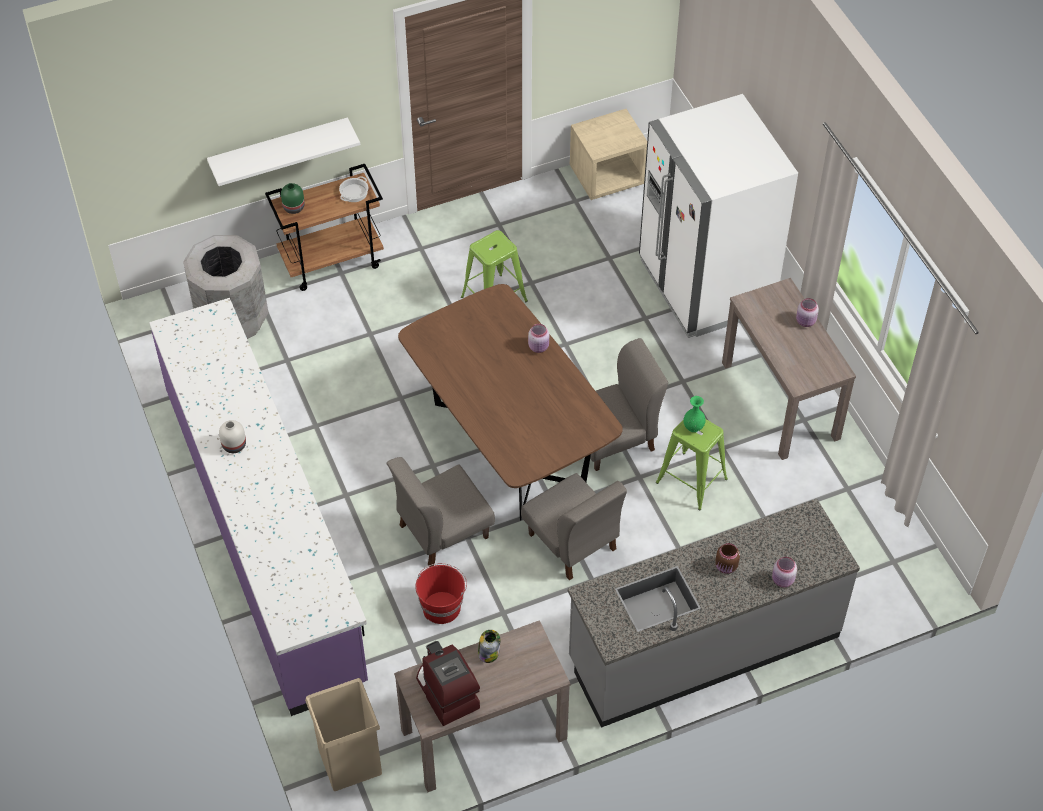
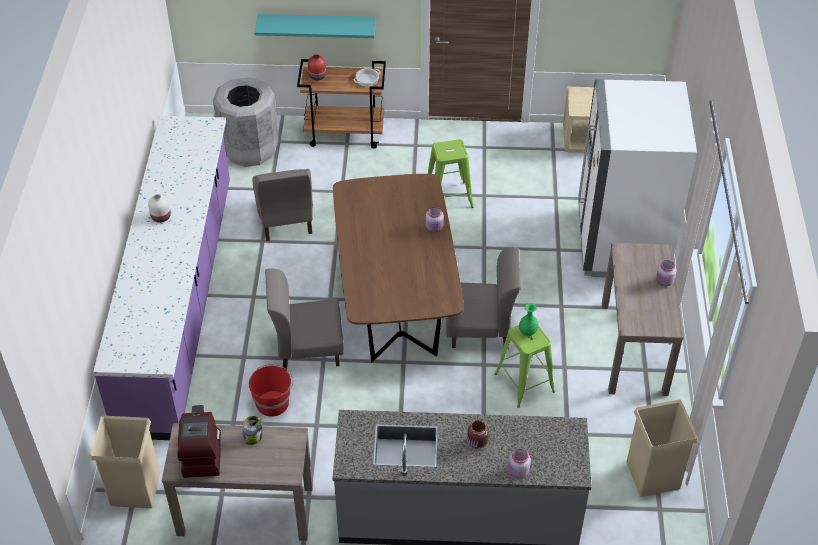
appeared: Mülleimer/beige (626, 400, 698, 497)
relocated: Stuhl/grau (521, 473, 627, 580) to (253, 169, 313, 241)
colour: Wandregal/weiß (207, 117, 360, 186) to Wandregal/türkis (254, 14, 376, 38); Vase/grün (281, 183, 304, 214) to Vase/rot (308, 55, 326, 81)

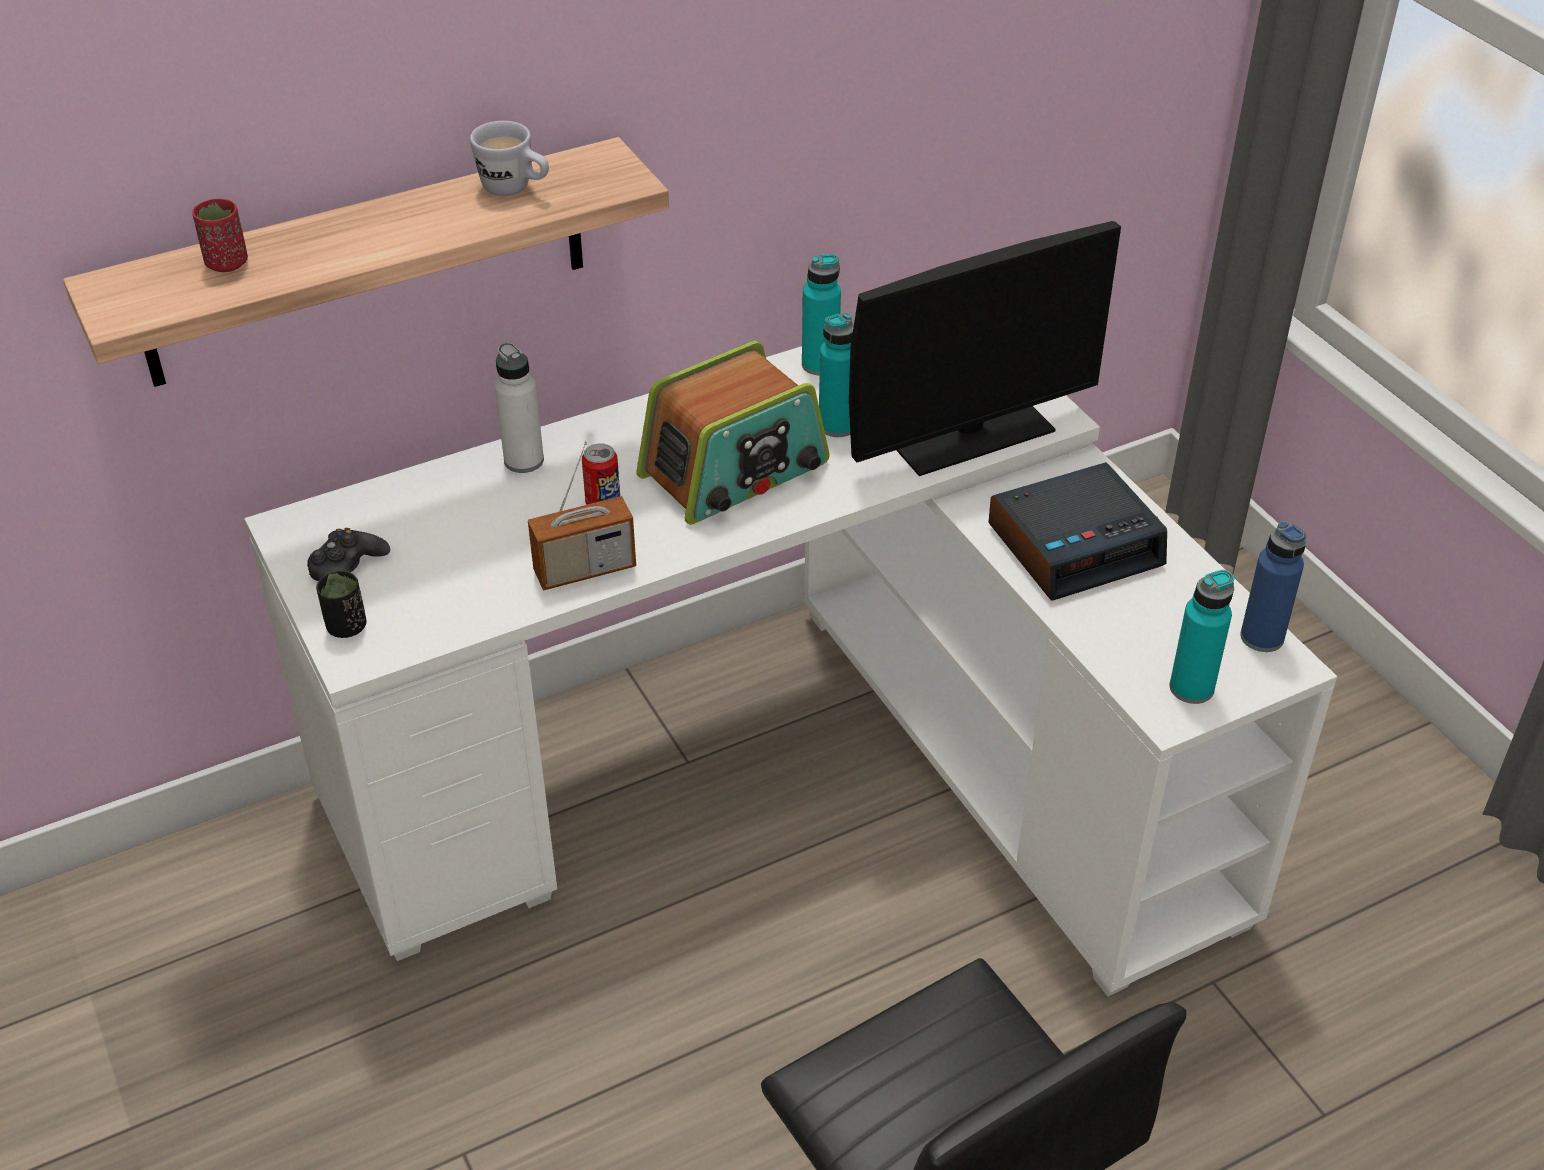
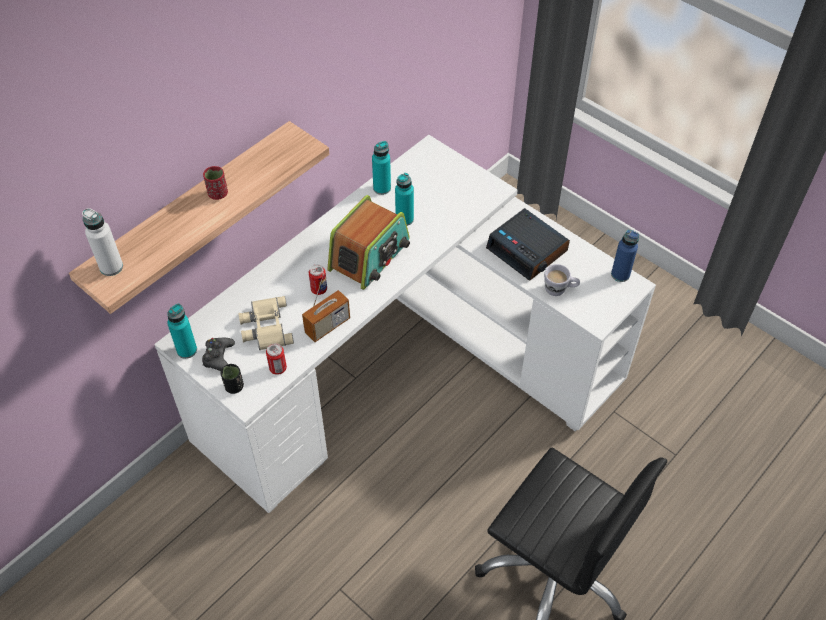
missing: Monitor (849, 221, 1121, 476)
appeared: Fernglas/beige (238, 296, 294, 350); Dose (266, 343, 287, 375)
relocated: Flasche/weiß (495, 343, 544, 473) to (82, 208, 123, 276); Flasche/türkis (1170, 570, 1235, 704) to (167, 304, 197, 359); Tasse/rot (192, 199, 248, 272) to (203, 166, 228, 200); Henkelbecher/weiß (470, 121, 549, 196) to (544, 264, 580, 296)
spun: Wecker (988, 462, 1167, 601) = (486, 208, 570, 281) 90 degrees clockwise

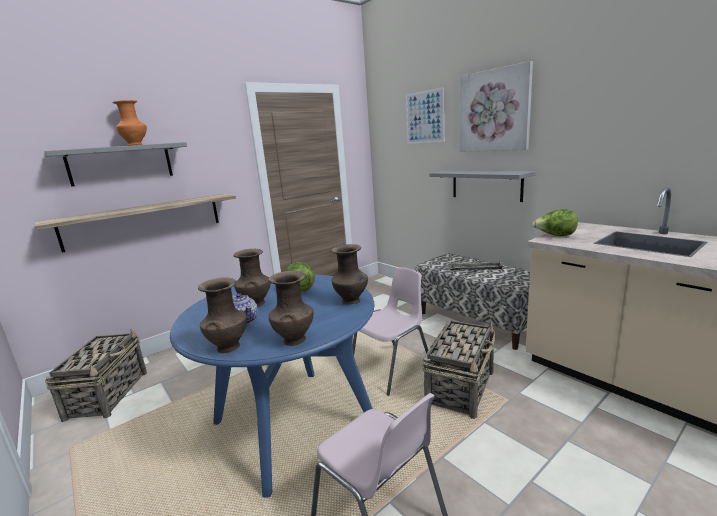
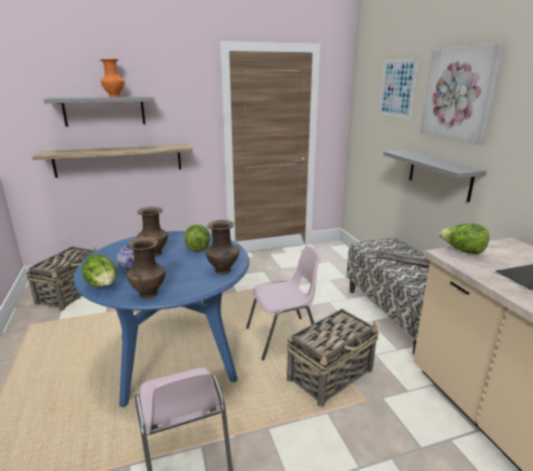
exchanged: Vase/braun (198, 277, 247, 353) to Salatkopf (82, 254, 117, 287)

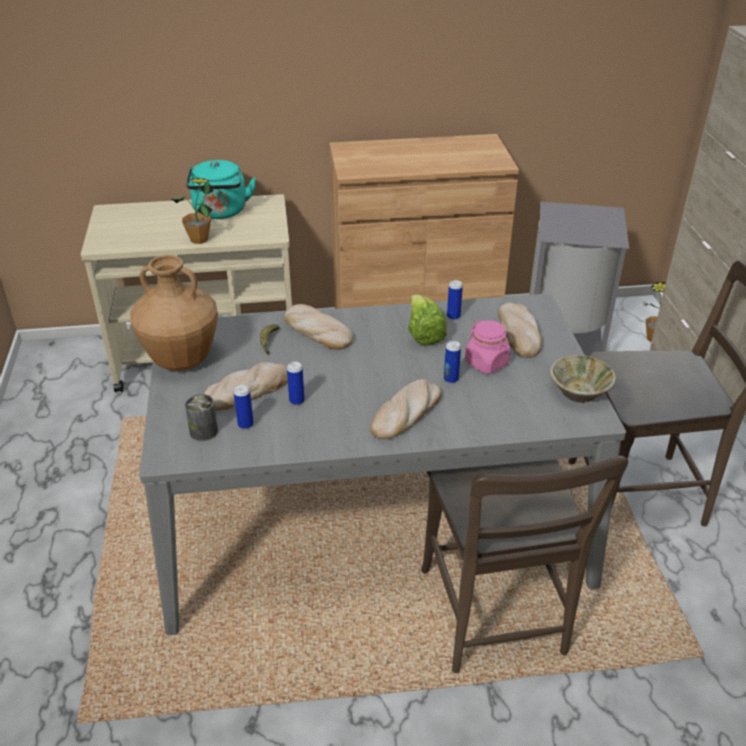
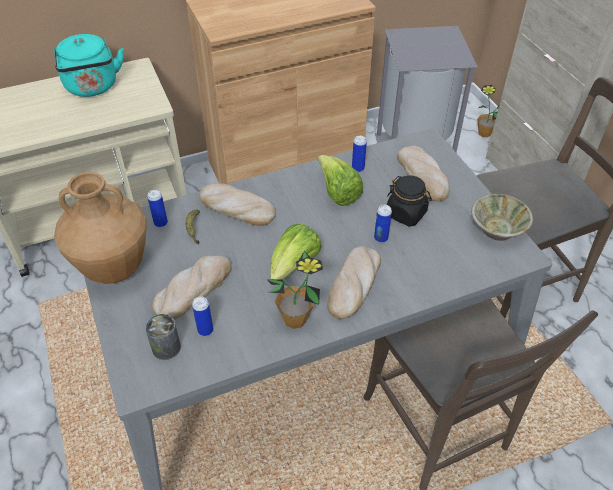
appeared: Salatkopf (270, 224, 322, 280)
relocated: Dose (287, 361, 305, 405) to (147, 190, 168, 228); Topfpflanze (170, 178, 213, 244) to (267, 250, 323, 329)
colour: Vorratsglas/rosa (465, 320, 510, 374) to Vorratsglas/schwarz (387, 175, 432, 227)

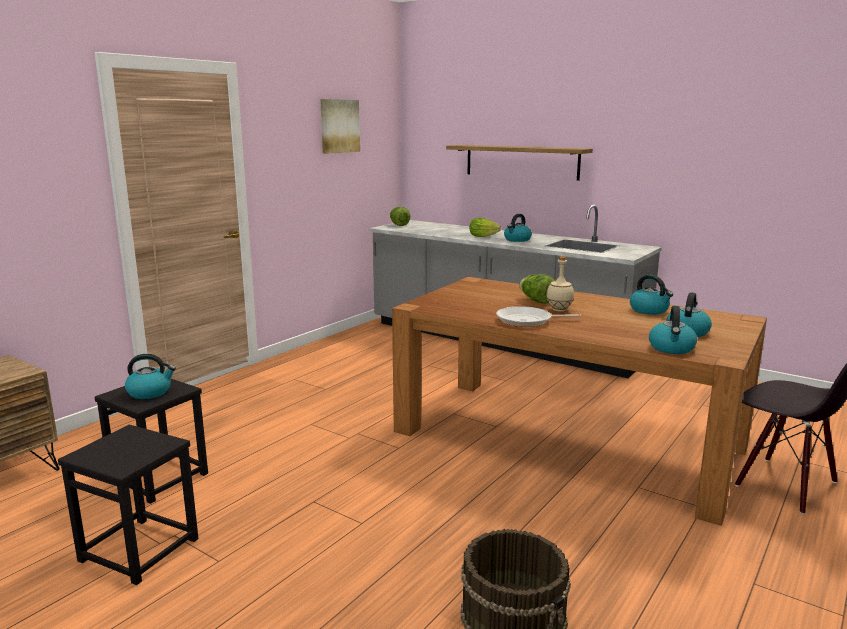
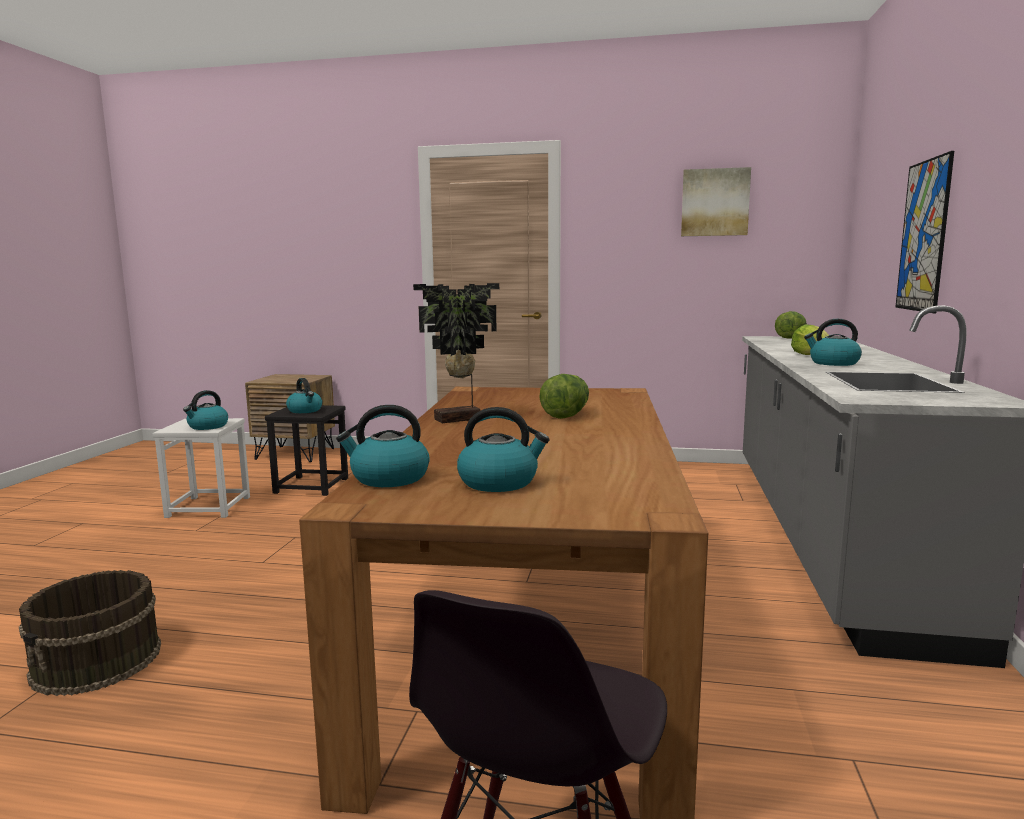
missing: Flasche/beige (546, 256, 574, 312)
relocated: Wasserkessel (630, 275, 673, 315) to (183, 390, 228, 430)
exchanged: Pfanne (496, 306, 581, 327) to Topfpflanze (413, 283, 499, 423); Wandregal (446, 145, 593, 181) to Bild (895, 151, 954, 313)
colour: Hocker/schwarz (58, 425, 199, 585) to Hocker/weiß (152, 418, 250, 518)

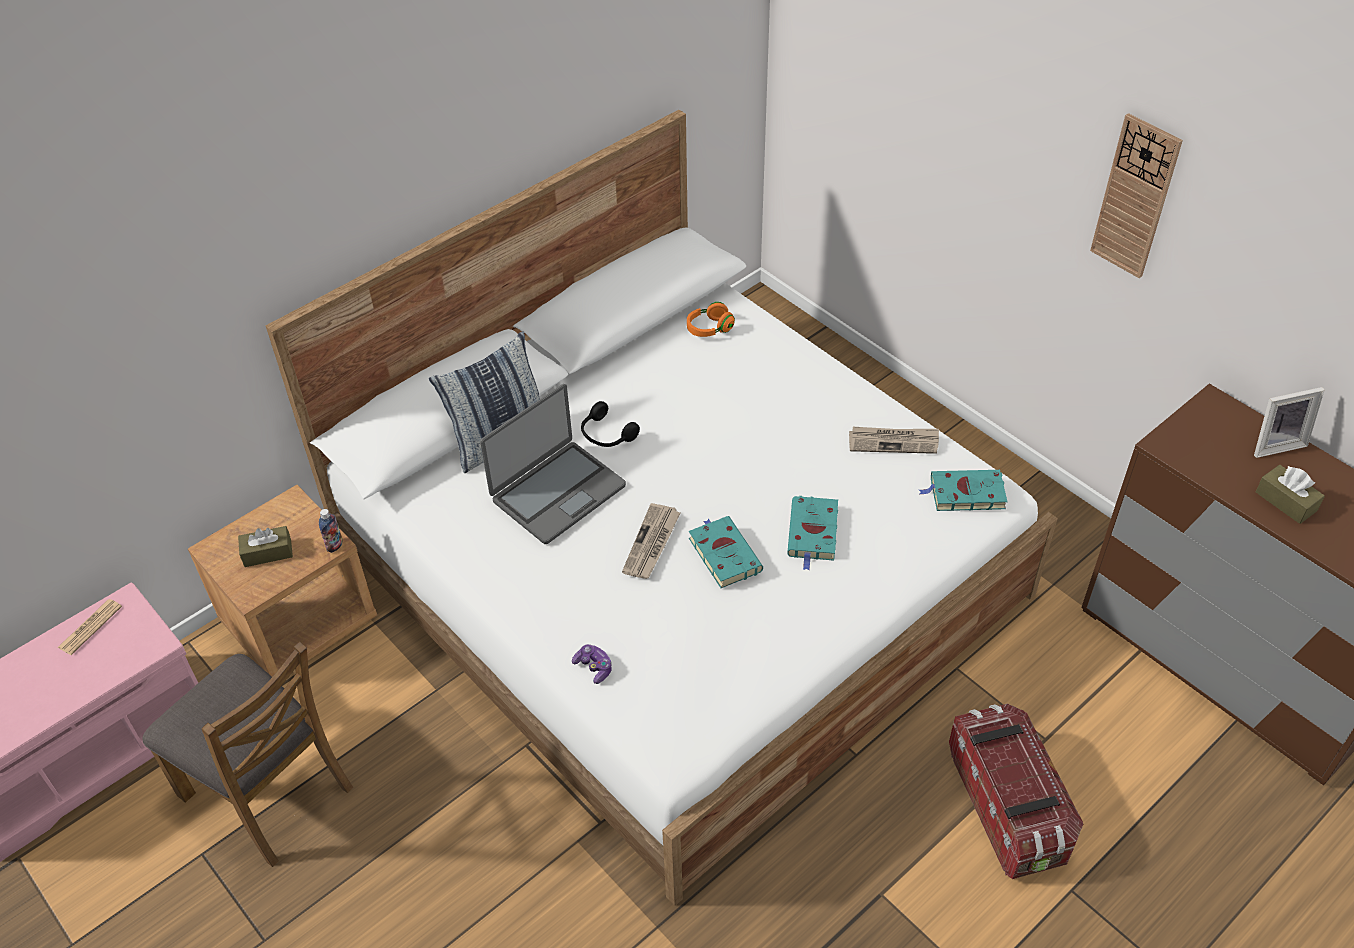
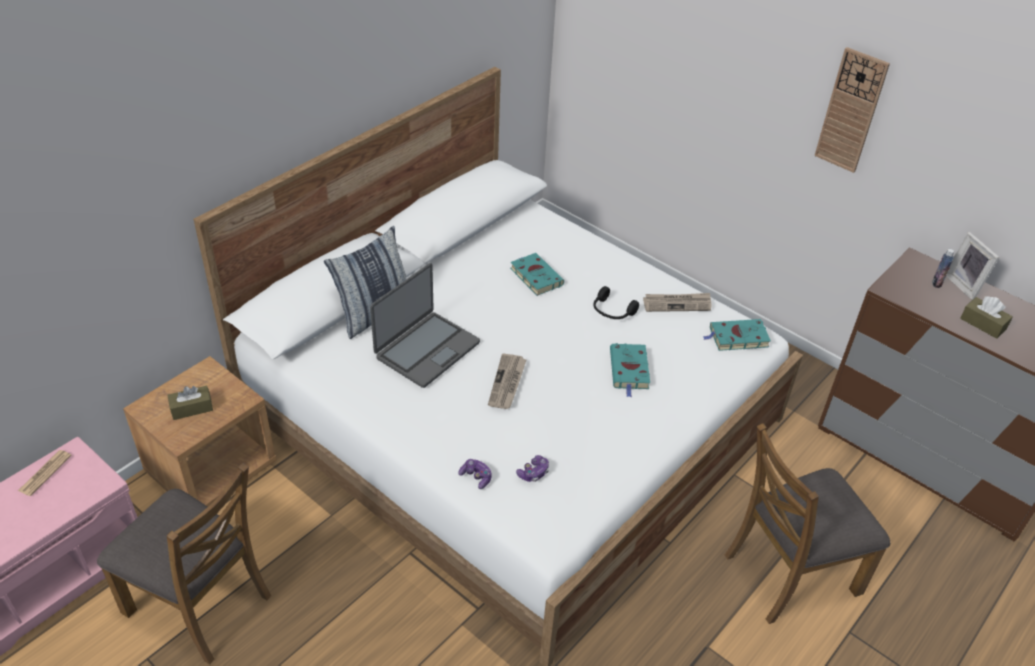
missing: Kopfhörer/orange (687, 302, 735, 337)
appeared: Gamepad (516, 455, 549, 482)
relocated: Buch/türkis (689, 516, 763, 588) to (510, 253, 564, 296); Kopfhörer/schwarz (581, 401, 640, 447) to (593, 286, 639, 319); Flasche (319, 509, 343, 553) to (932, 249, 954, 288)
exchanged: Aufbewahrungsbox (949, 704, 1084, 879) to Stuhl/braun (725, 423, 890, 624)
spun: Bilderrahmen (1254, 387, 1325, 458) = (946, 232, 1000, 300) 90 degrees clockwise

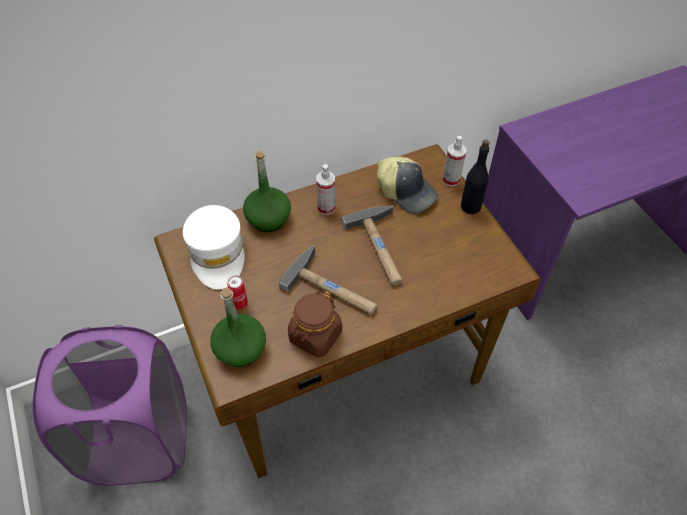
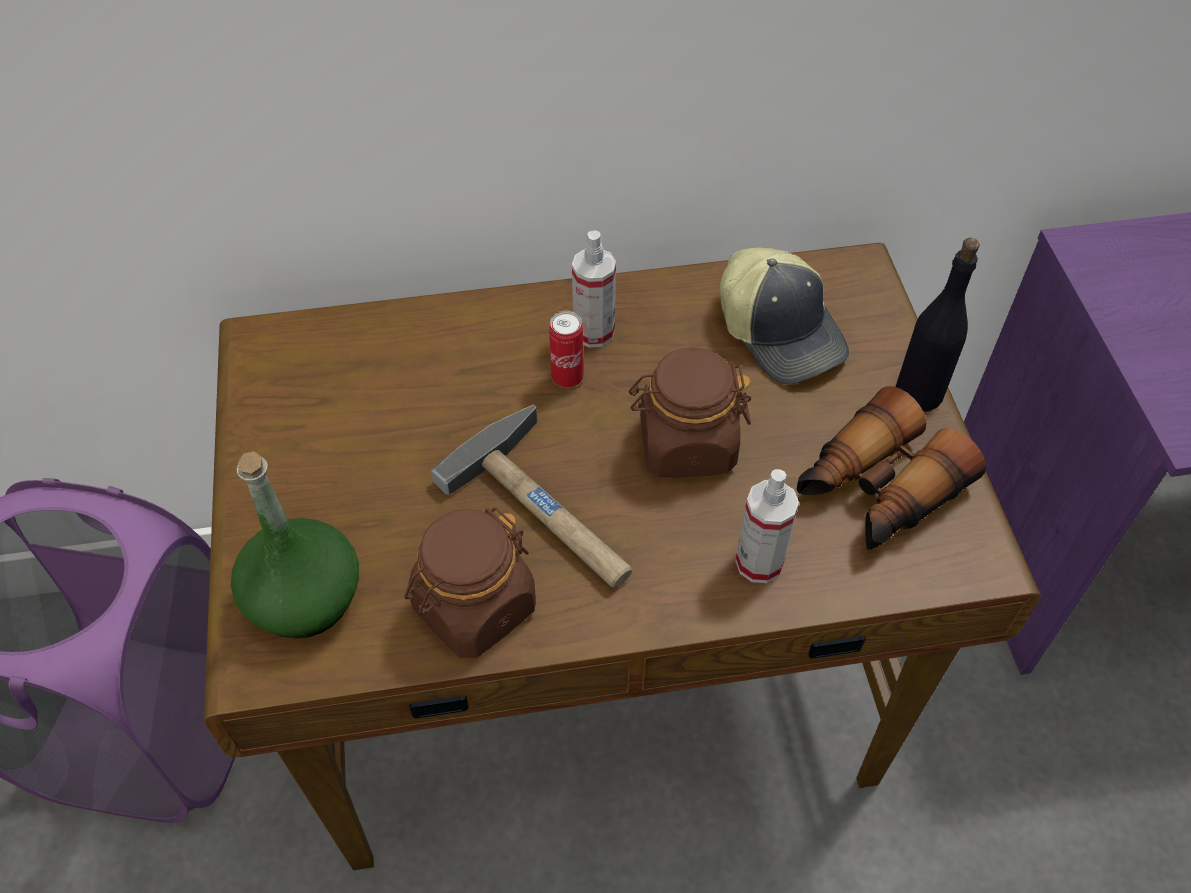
missing: Kappe/weiß (183, 205, 245, 289); Flasche/grün (243, 151, 291, 232)
appeared: Fernglas (796, 386, 986, 550)
relocated: Dose (227, 275, 248, 310) to (549, 311, 584, 388); Sprühflasche (443, 136, 466, 187) to (735, 469, 799, 583)
exchanged: Hammer (342, 205, 402, 285) to Vorratsglas/braun (628, 347, 751, 478)

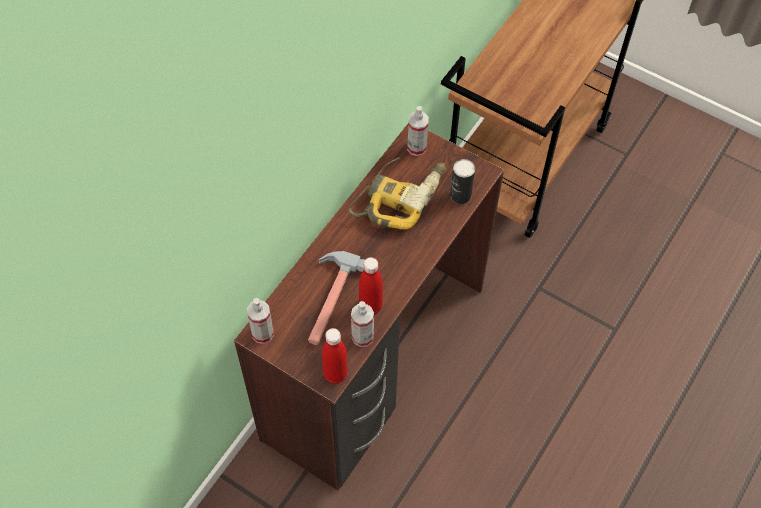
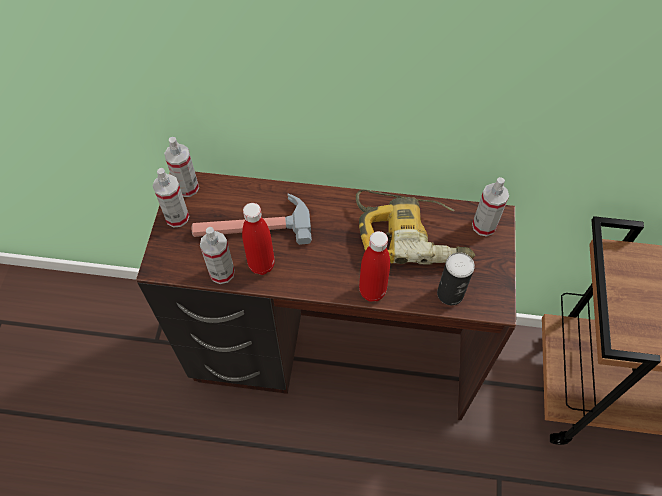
appeared: Sprühflasche (152, 168, 189, 227)
relocated: Flasche/rot (322, 328, 348, 384) to (359, 231, 390, 302)

